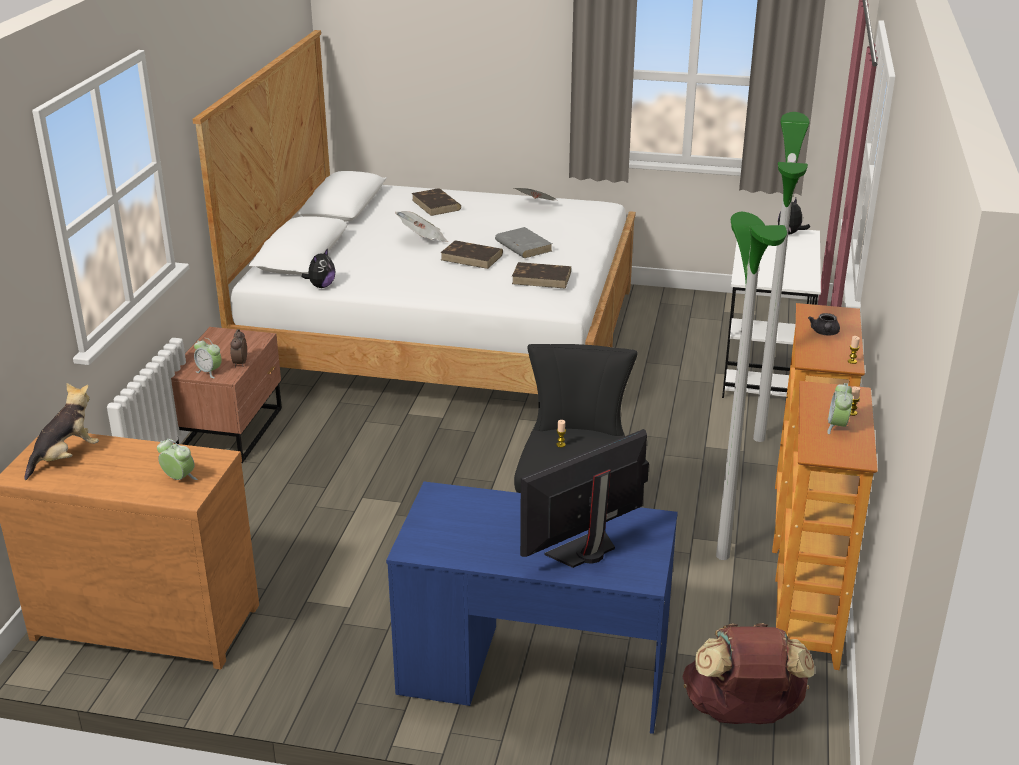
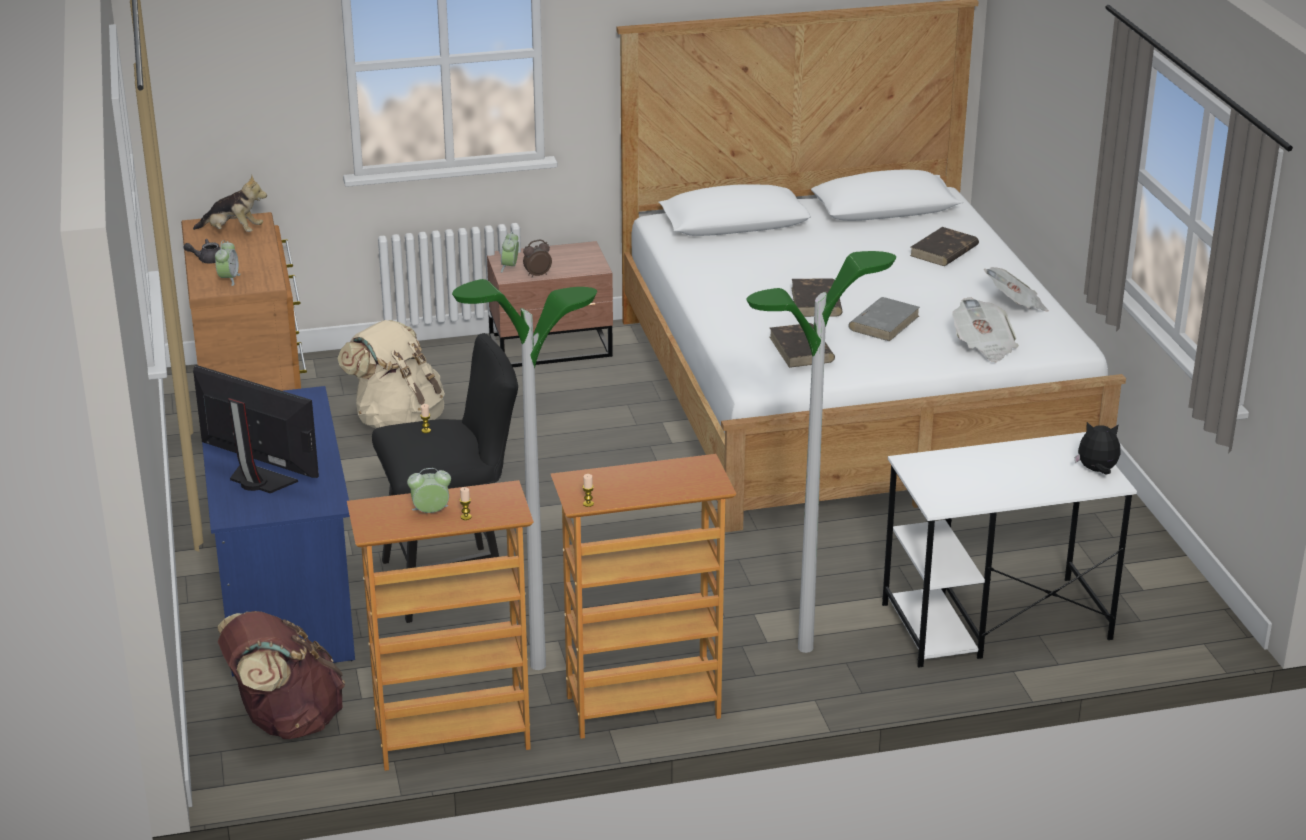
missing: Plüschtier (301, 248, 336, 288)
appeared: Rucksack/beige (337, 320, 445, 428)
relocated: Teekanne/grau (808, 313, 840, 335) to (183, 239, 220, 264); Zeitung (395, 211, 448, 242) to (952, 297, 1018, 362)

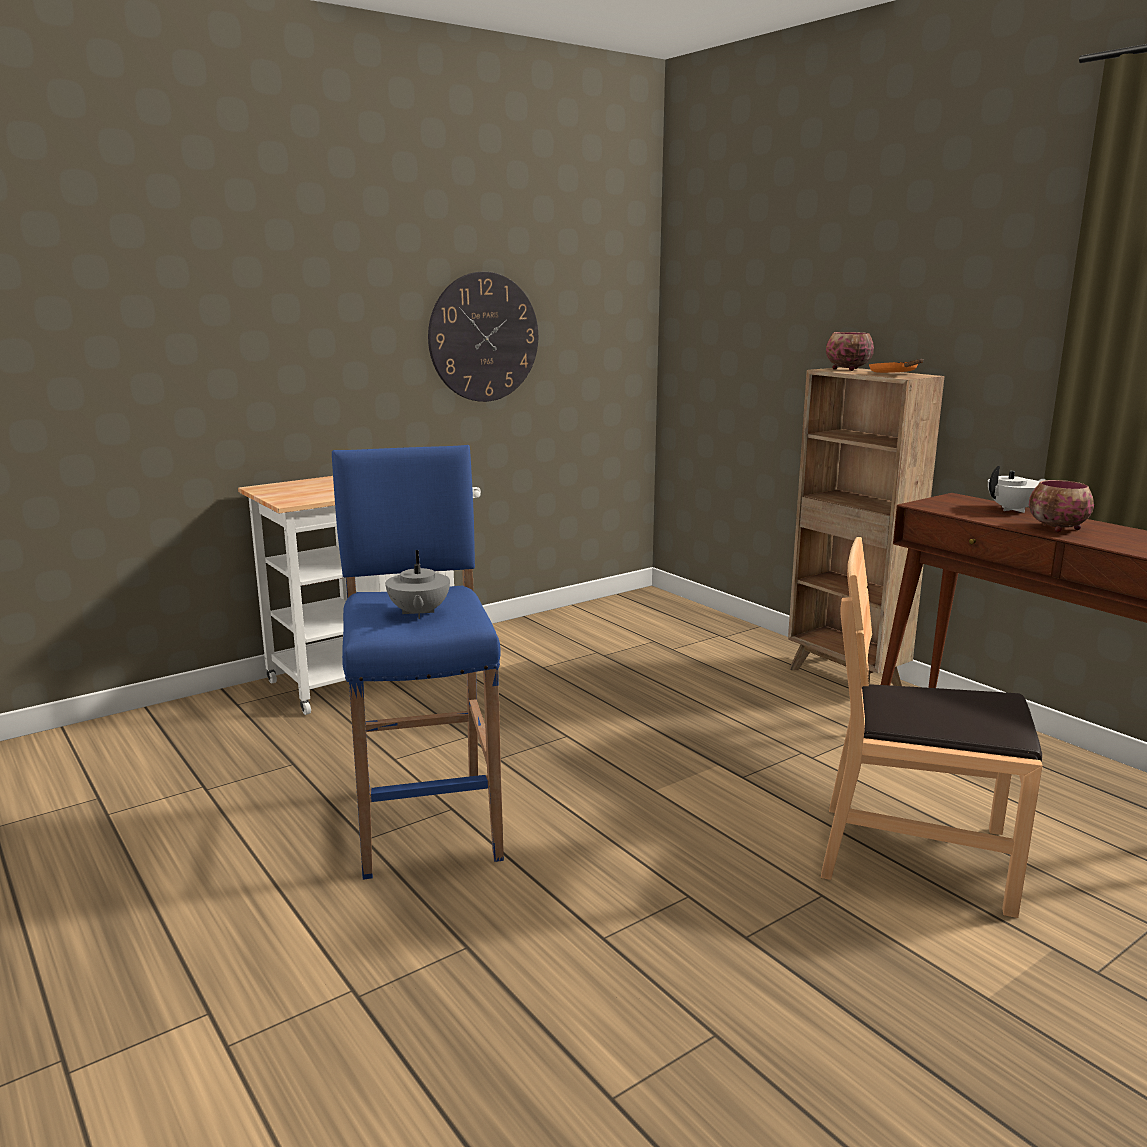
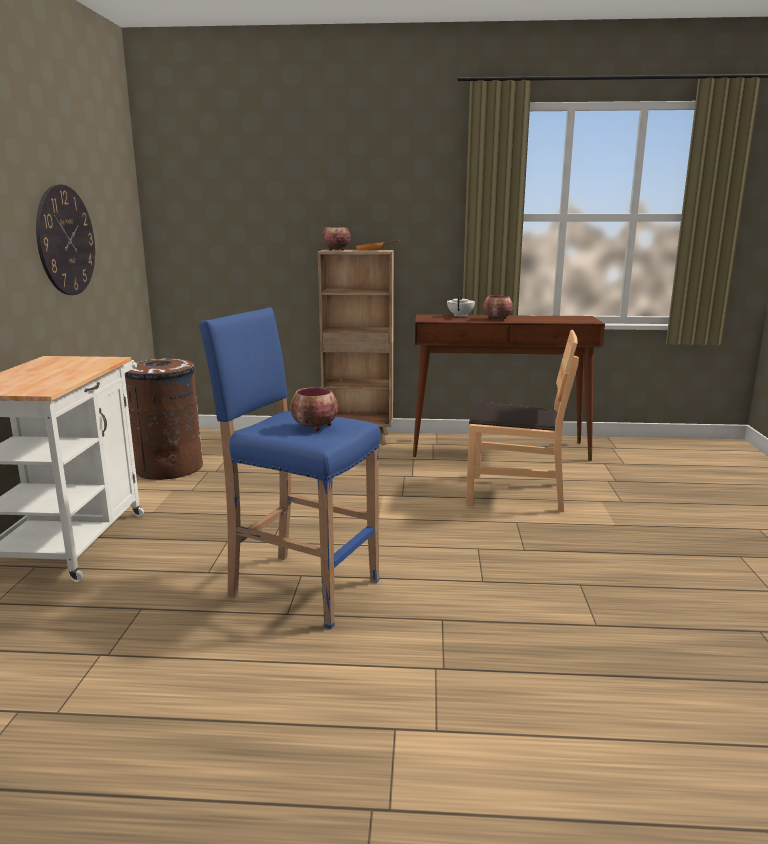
appeared: Mülleimer/braun (125, 358, 203, 480)
exchanged: Teekanne/grau (385, 550, 450, 619) to Schüssel (290, 387, 338, 431)
spun: Stuhl/braun (821, 537, 1043, 918) = (466, 330, 579, 512) 135 degrees counterclockwise

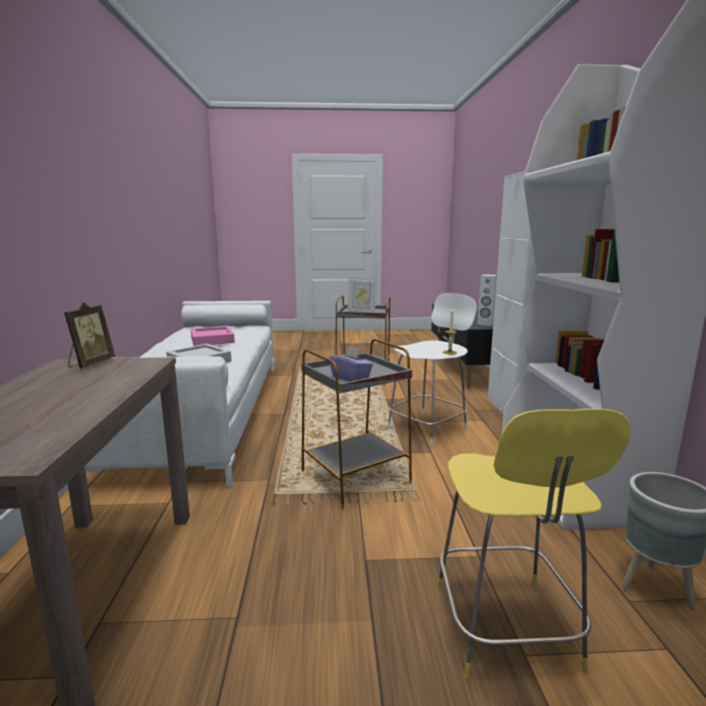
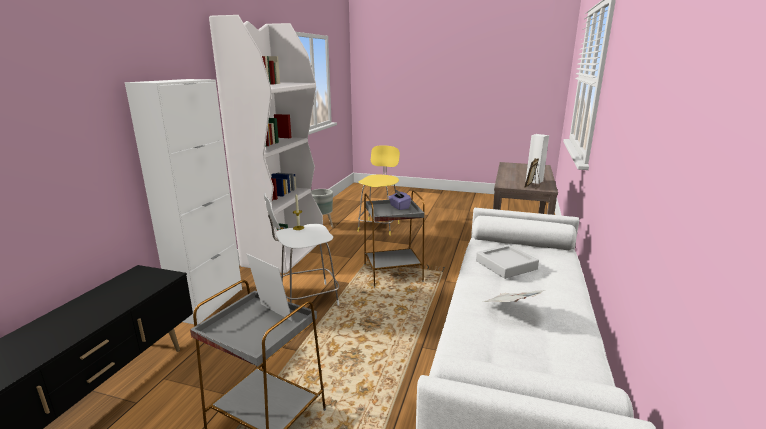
relocated: Lautsprecher/weiß (477, 274, 497, 326) to (526, 134, 549, 184)
exchanged: Tablett/rosa (191, 326, 235, 346) to Zeitung (482, 290, 546, 302)

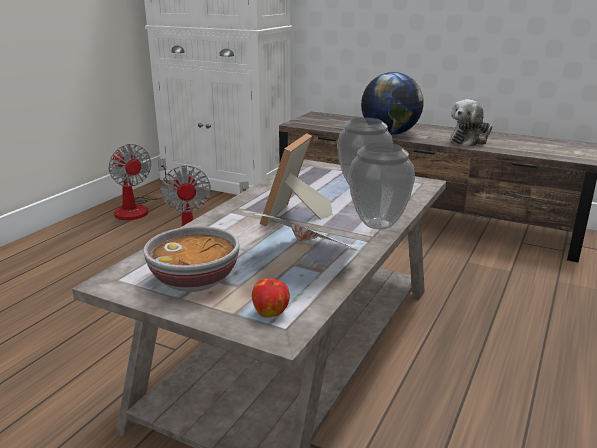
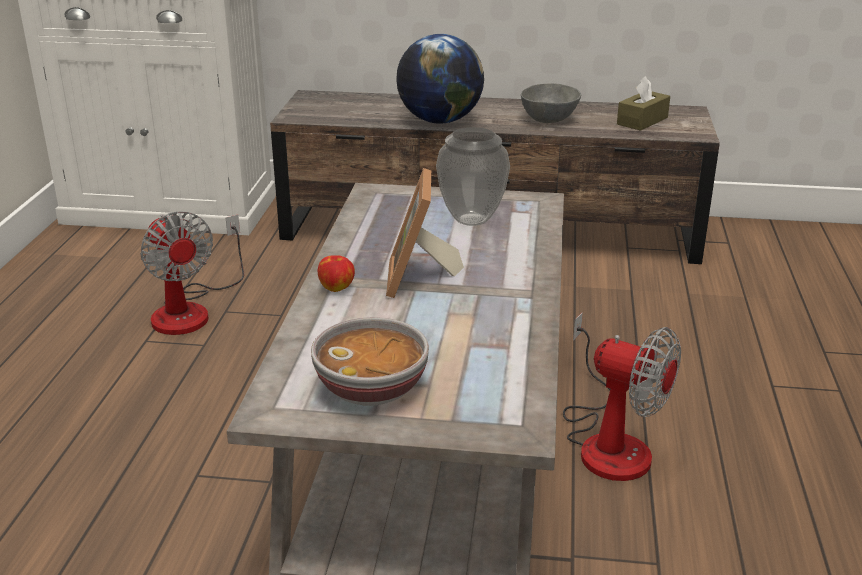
missing: Zeitung (243, 211, 359, 250); Vase (348, 142, 415, 230)
appeared: Taschentuchbox/braun (617, 76, 670, 131)
relocated: Apfel (252, 278, 290, 318) to (318, 255, 355, 292); Ventilator (108, 144, 168, 220) to (563, 313, 681, 481)
exchanged: Plüschtier (450, 99, 492, 146) to Schüssel/grau (521, 83, 581, 123)

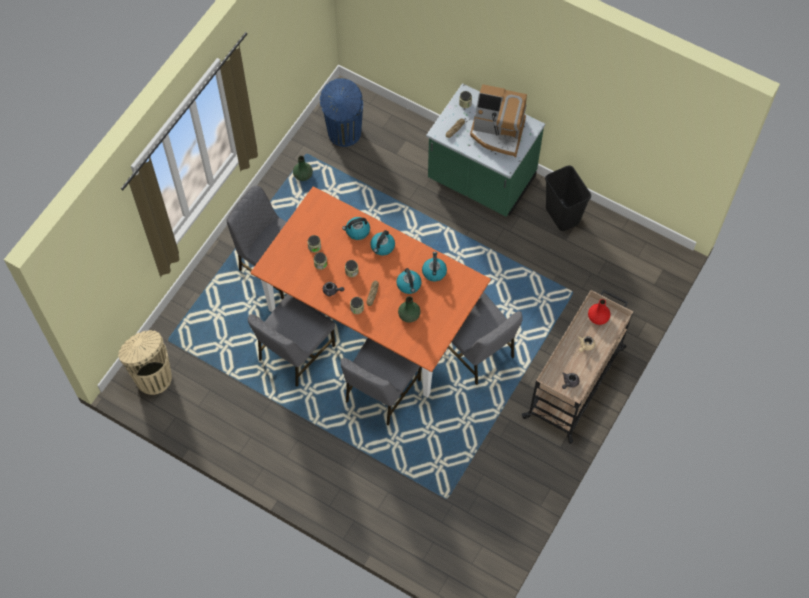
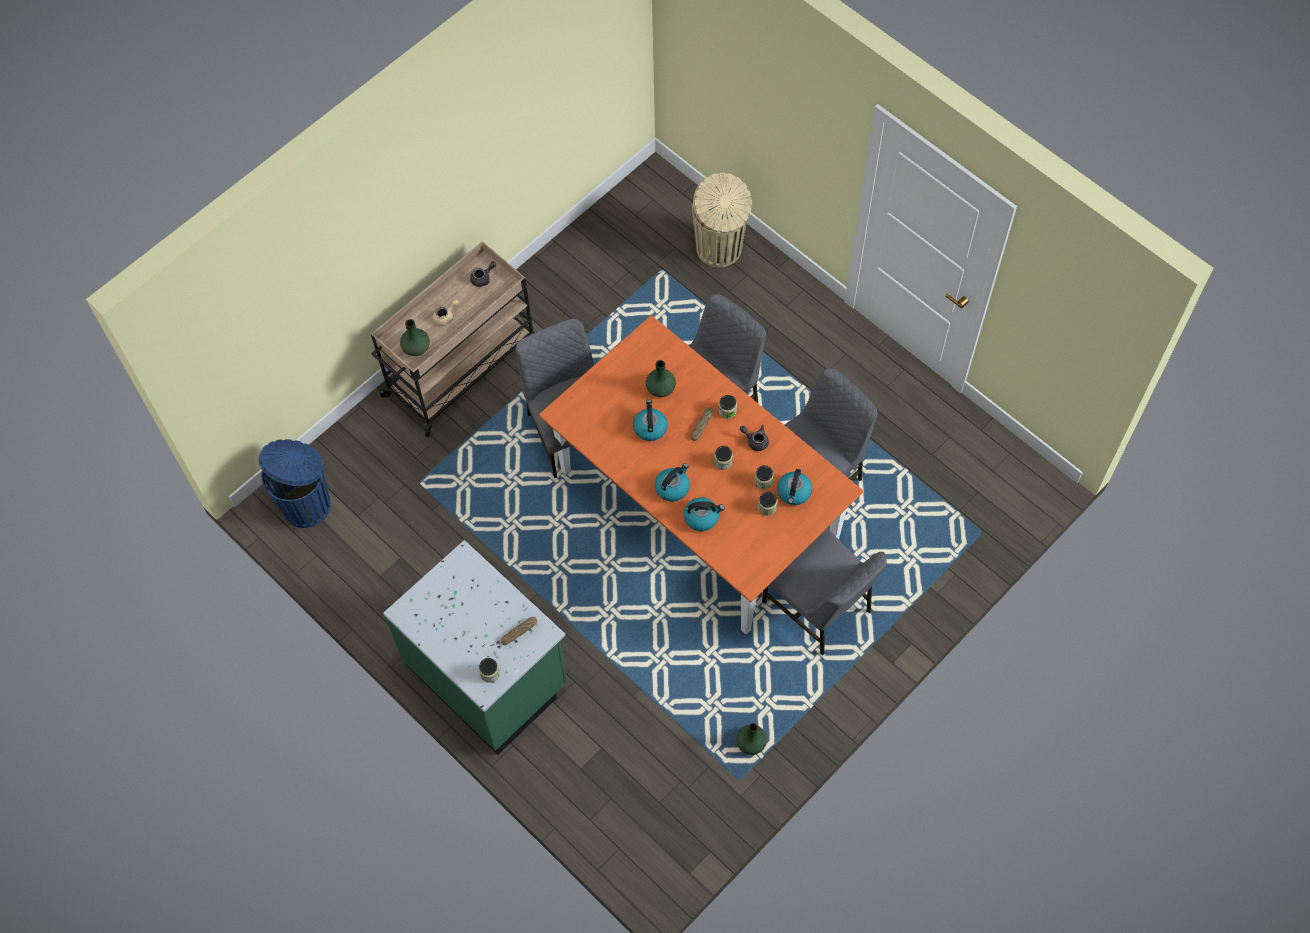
missing: Kaffeemaschine (470, 84, 527, 157); Mülleimer/schwarz (545, 165, 591, 231)
relocated: Mülleimer/blau (320, 78, 363, 147) to (259, 439, 331, 528); Mülleimer/beige (118, 330, 172, 395) to (692, 173, 752, 268); Wasserkessel (422, 252, 447, 282) to (777, 469, 812, 505)
colour: Vase/rot (588, 299, 610, 325) to Vase/grün (400, 319, 430, 356)

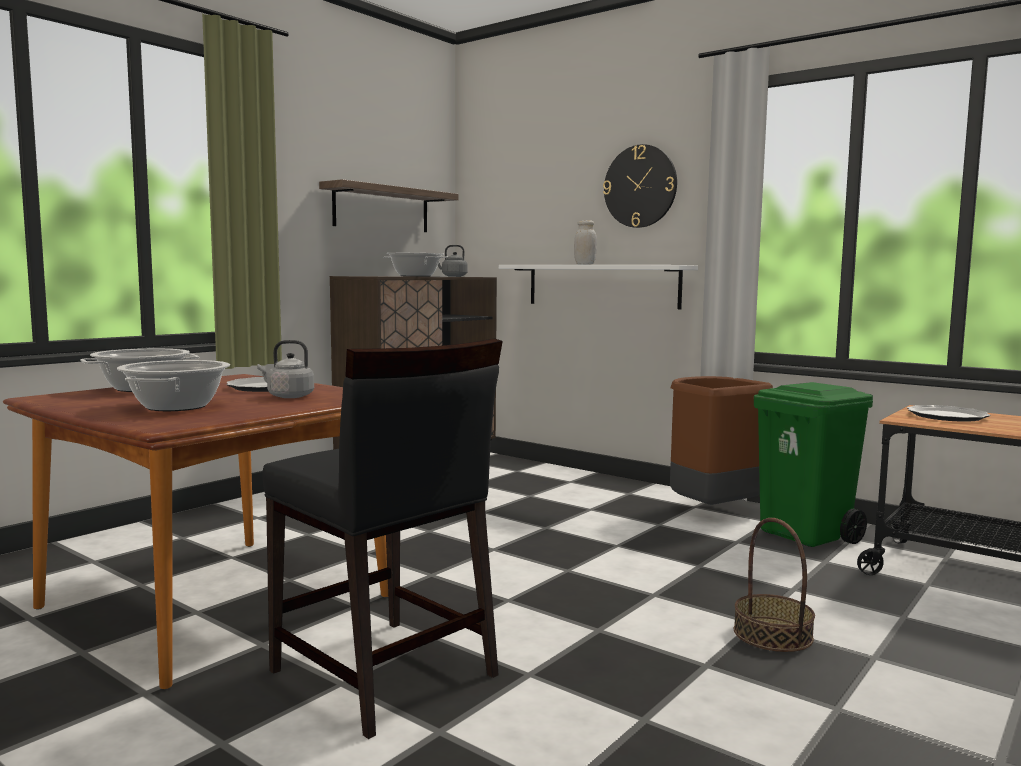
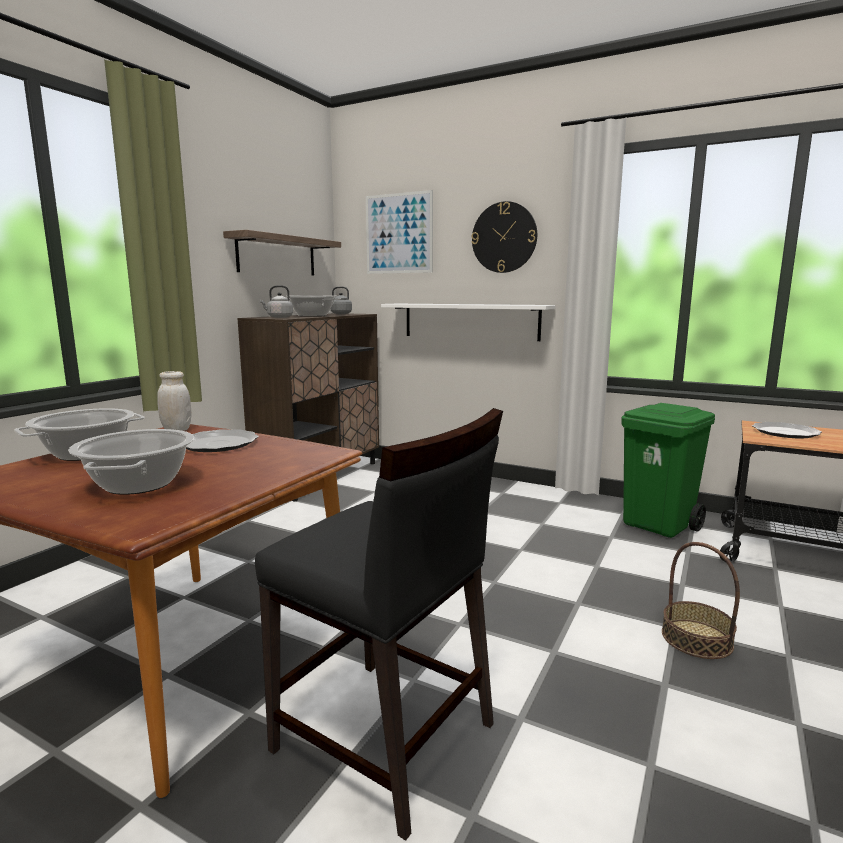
missing: Mülleimer/braun (670, 376, 773, 505)
appeared: Bild (366, 190, 433, 274)
relocated: Vorratsglas/weiß (574, 220, 597, 265) to (157, 371, 192, 431); Wasserkessel/grau (257, 340, 314, 398) to (260, 285, 293, 318)

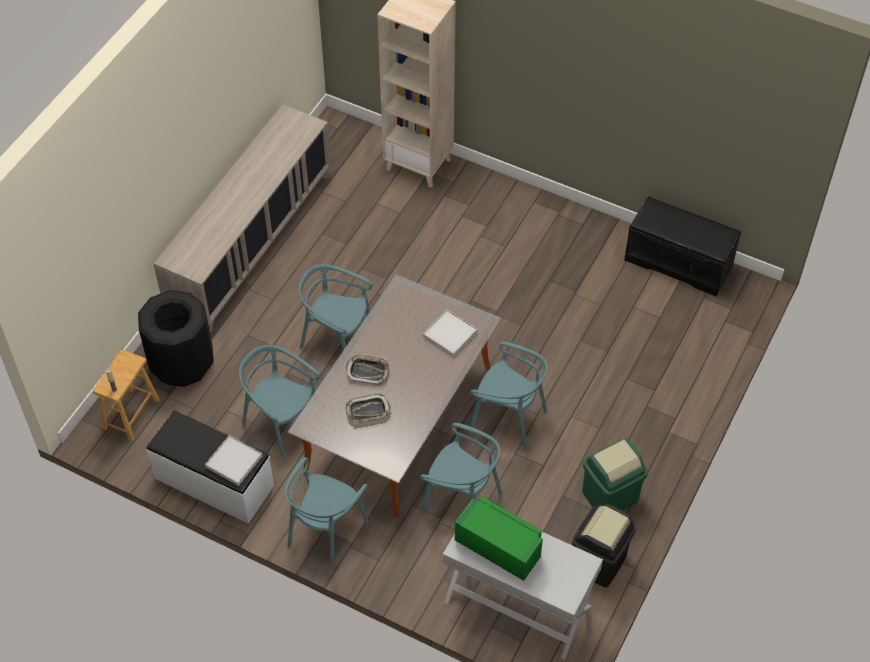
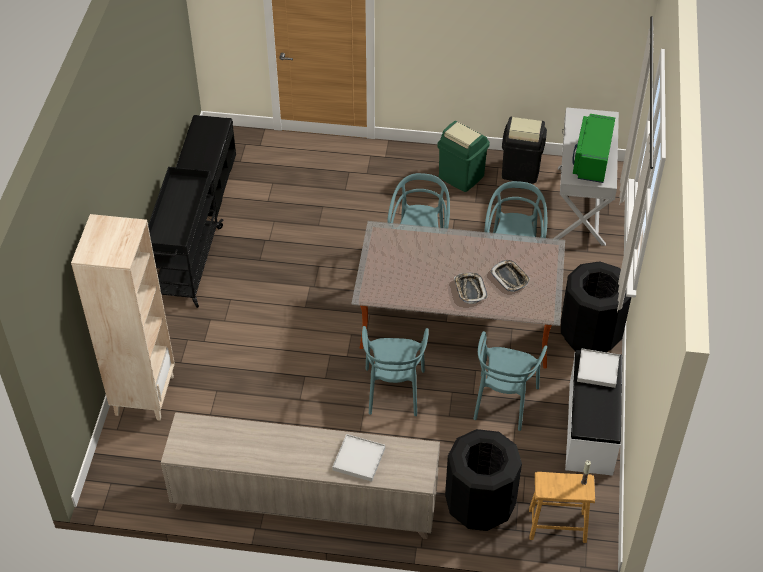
appeared: Rollwagen/schwarz (148, 167, 224, 308)
relocated: Tablett/weiß (423, 309, 478, 357) to (332, 434, 385, 482)
exchanged: Stuhl/türkis (285, 457, 368, 568) to Mülleimer/schwarz (561, 261, 631, 352)

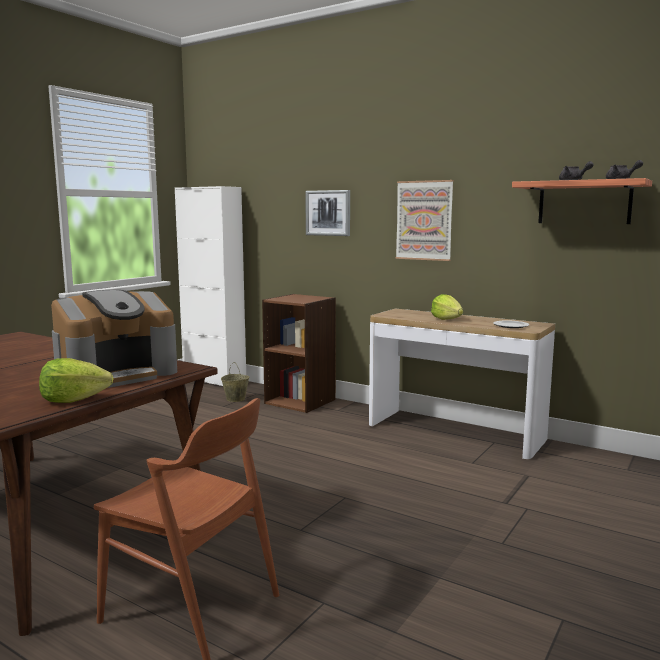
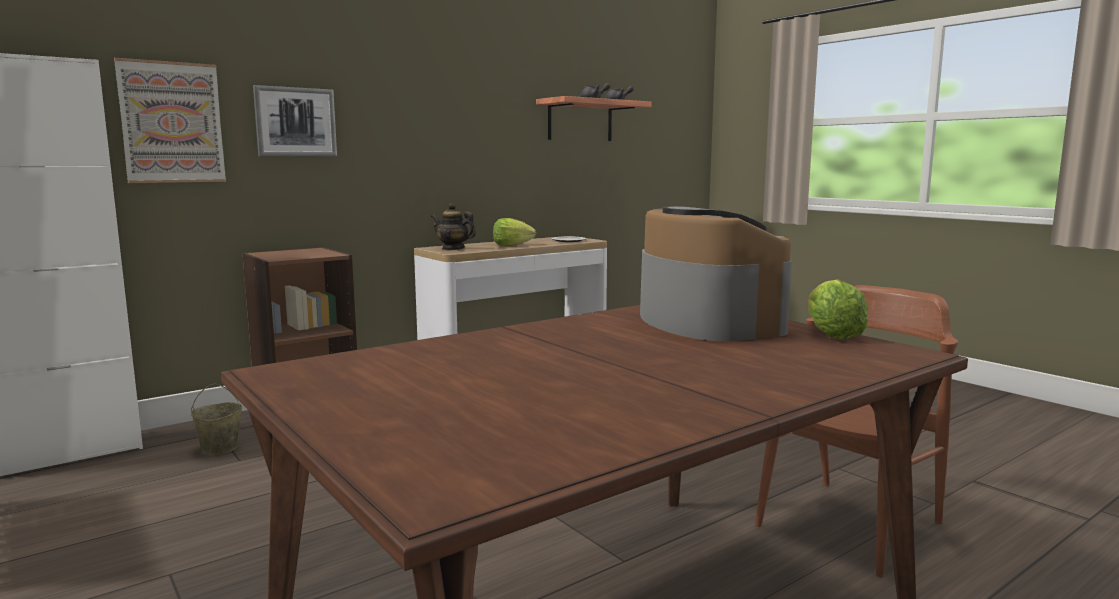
appeared: Teekanne (431, 203, 476, 250)
relocated: Bild (396, 180, 454, 261) to (114, 58, 226, 183)

